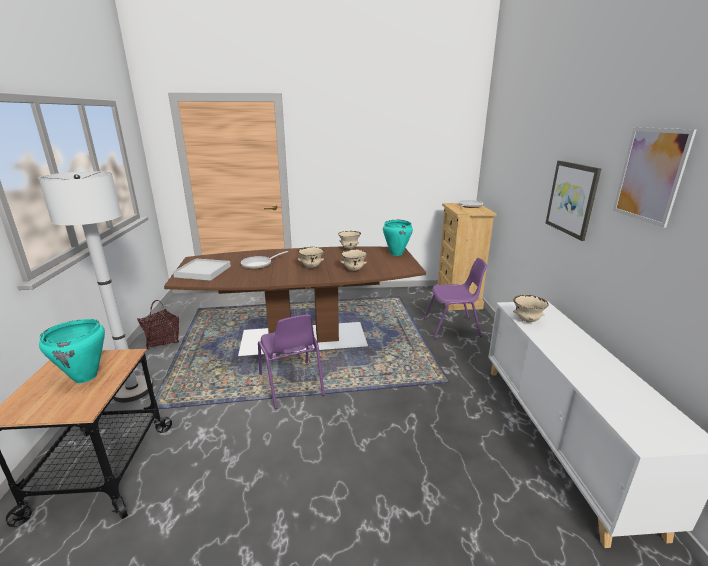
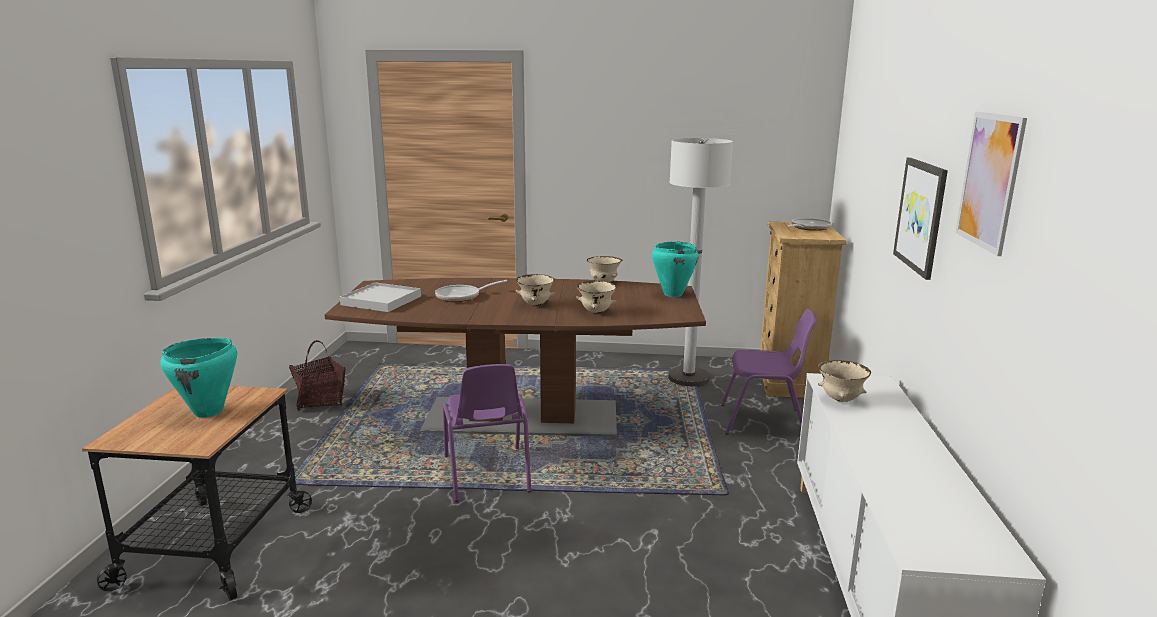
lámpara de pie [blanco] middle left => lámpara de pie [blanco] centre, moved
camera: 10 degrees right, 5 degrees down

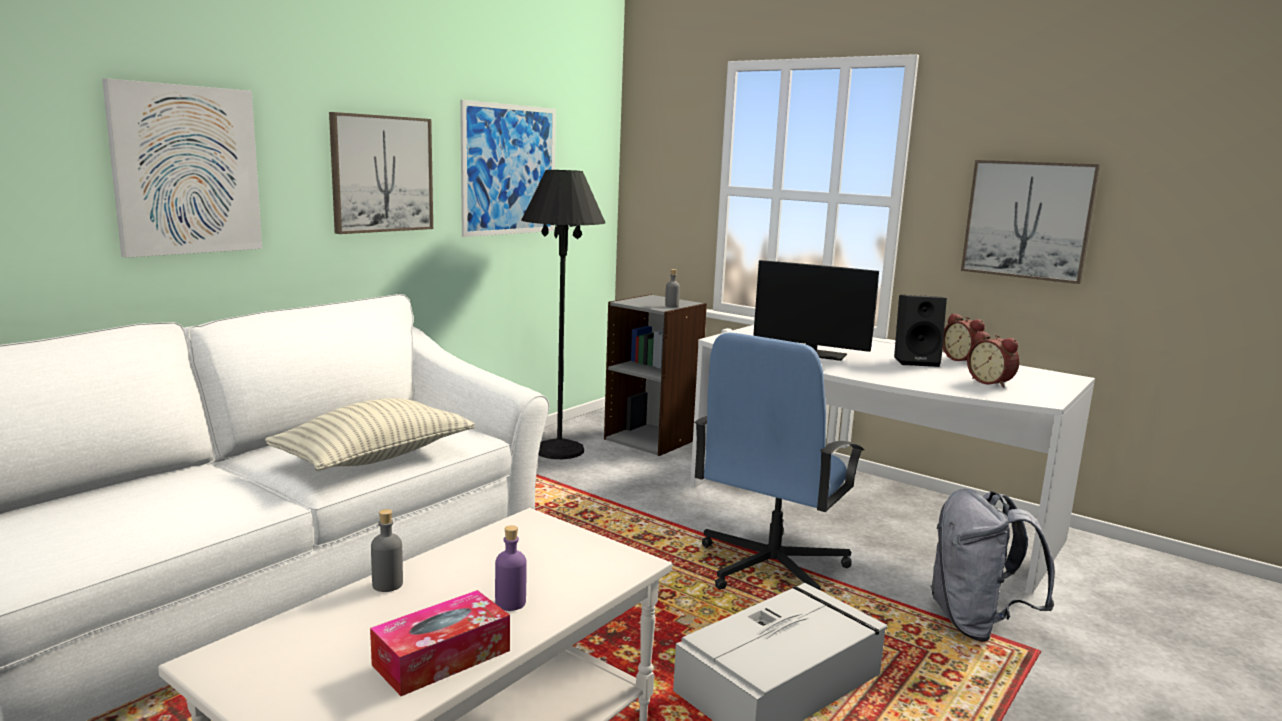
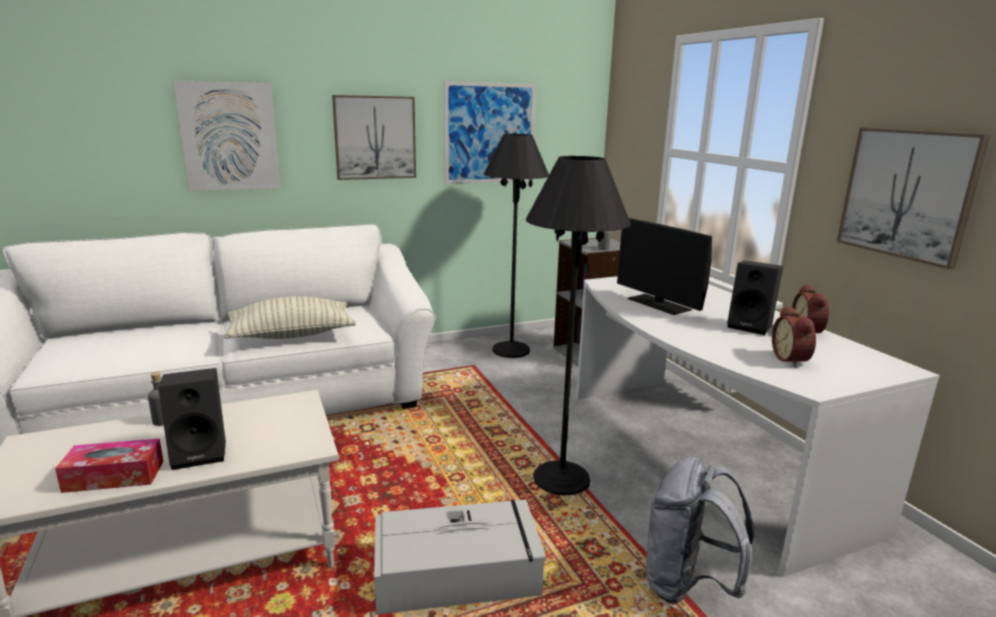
botella [morado] bottom centre => altavoz [negro] (1st from left) bottom left
silla de oficina [azul] centre => lámpara de pie [negro] (2nd from left) centre
camera: 30 degrees right, 5 degrees up

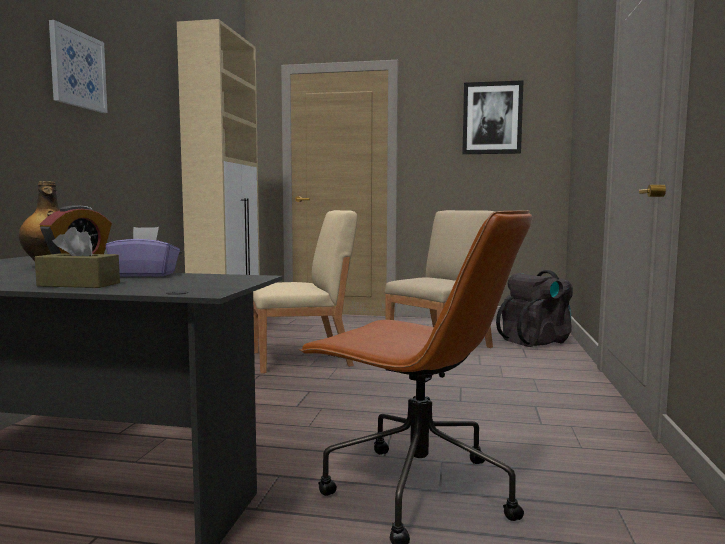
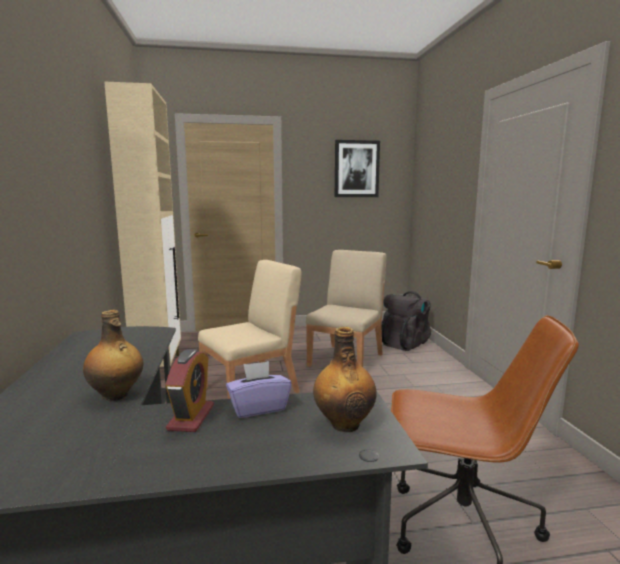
nothing => botella (2nd from left) bottom centre
caja de pañuelos [marrón] middle left => nothing
cuadro (1st from left) top left => nothing
camera: 20 degrees left, 5 degrees up

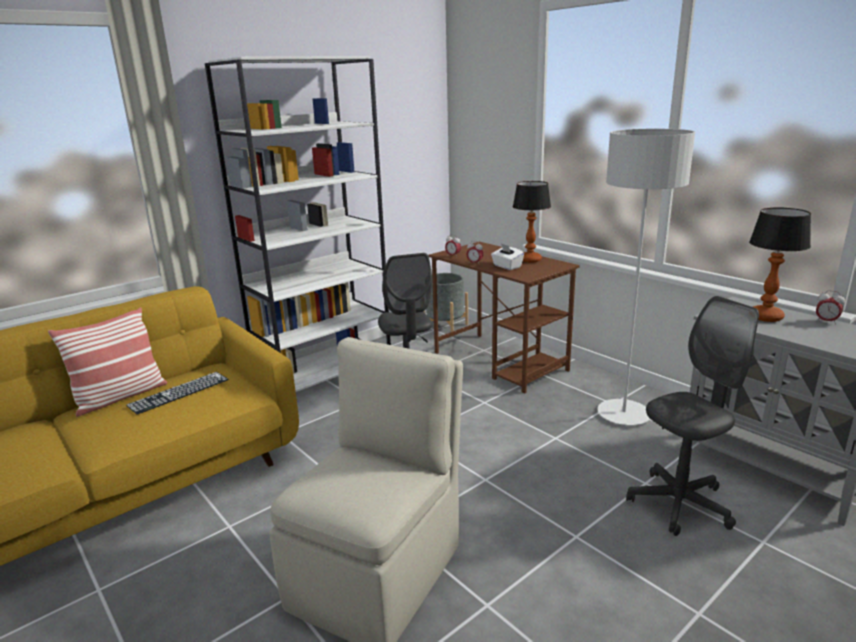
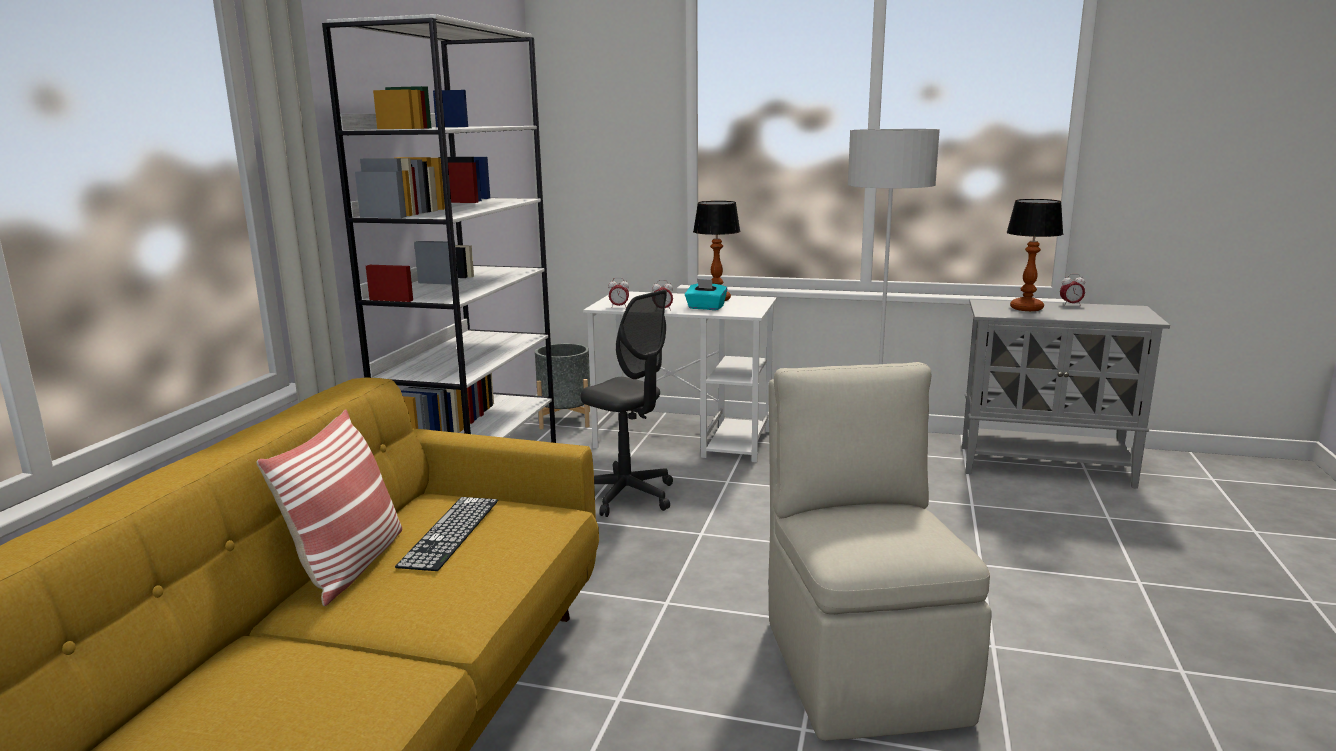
escritorio [marrón] centre => escritorio [blanco] centre
caja de pañuelos [blanco] centre => caja de pañuelos [turquesa] centre
silla de oficina [gris] (2nd from left) middle right => nothing
camera: 35 degrees left, 5 degrees down

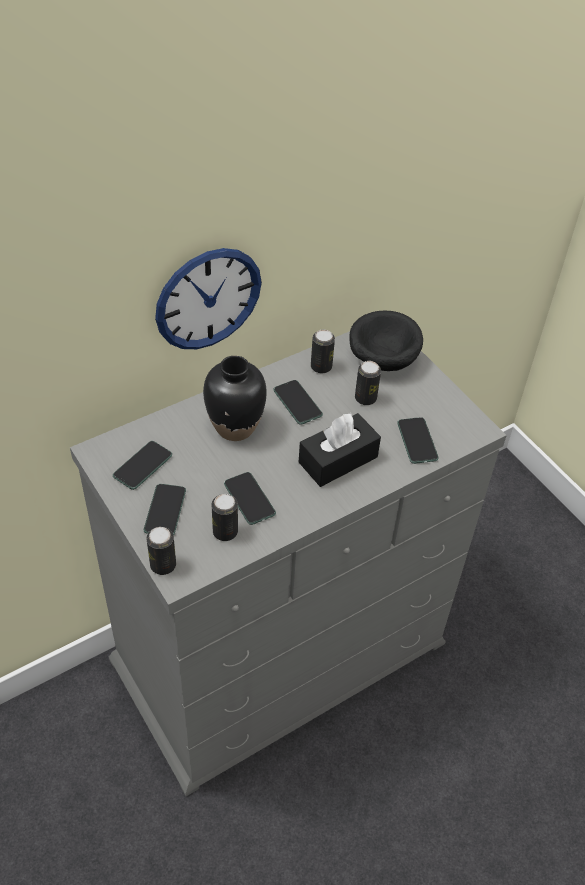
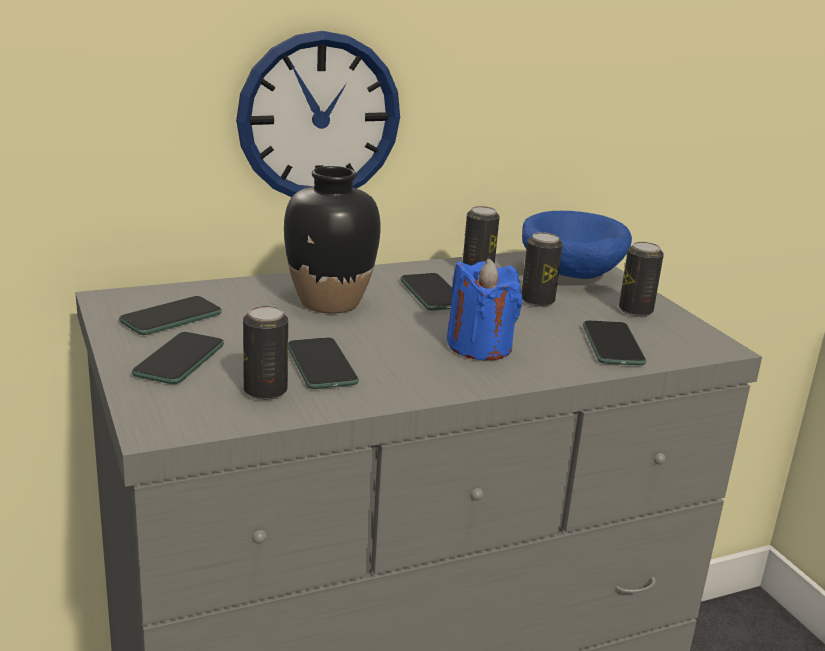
caja de pañuelos [negro] centre => vela [azul] centre
cuenco [negro] centre => cuenco [azul] middle right
lata (1st from left in the first image) middle left => lata (4th from left) middle right, moved
camera: 10 degrees right, 25 degrees down

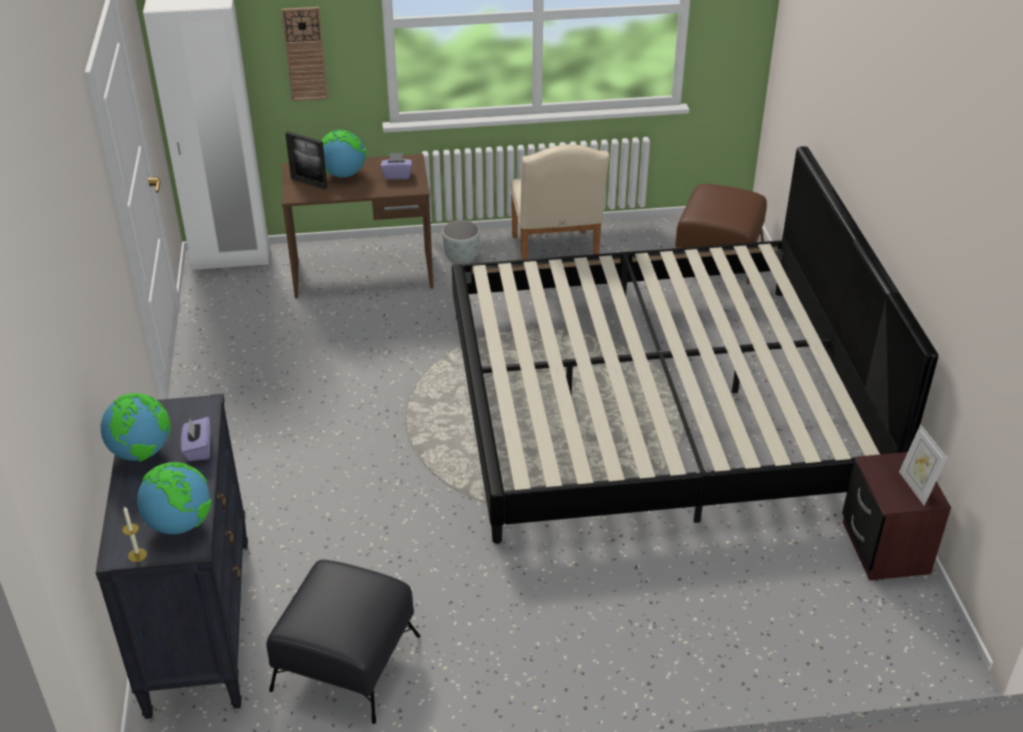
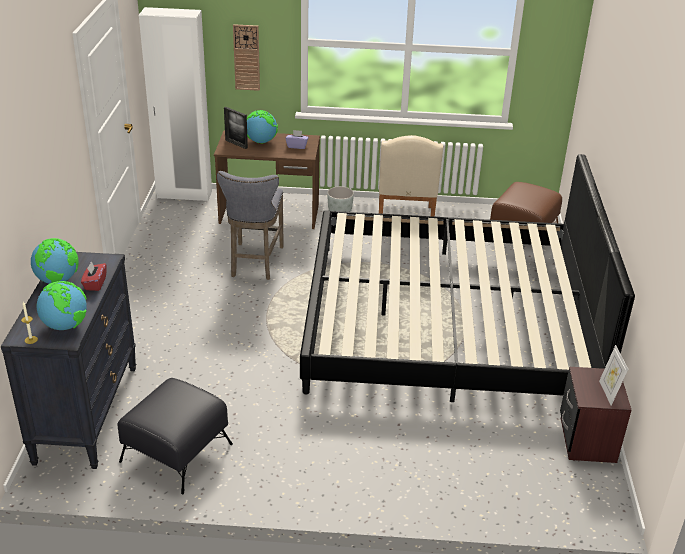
caja de pañuelos [morado] (1st from left) middle left => caja de pañuelos [rojo] middle left
nothing => taburete [gris] centre
camera: 10 degrees right, 5 degrees down

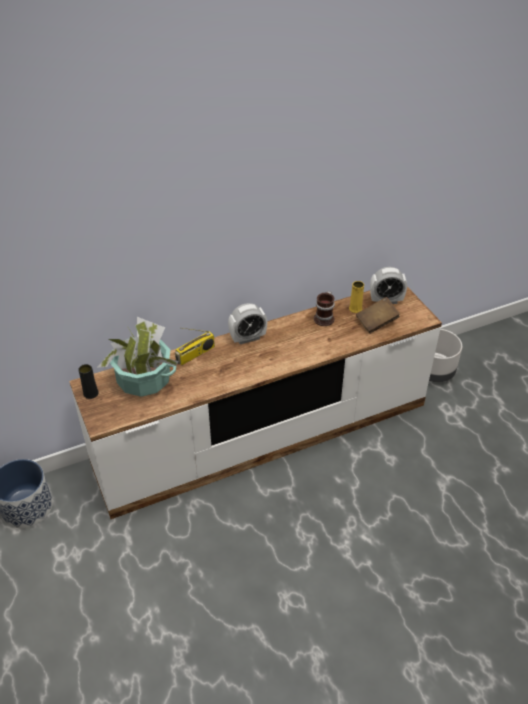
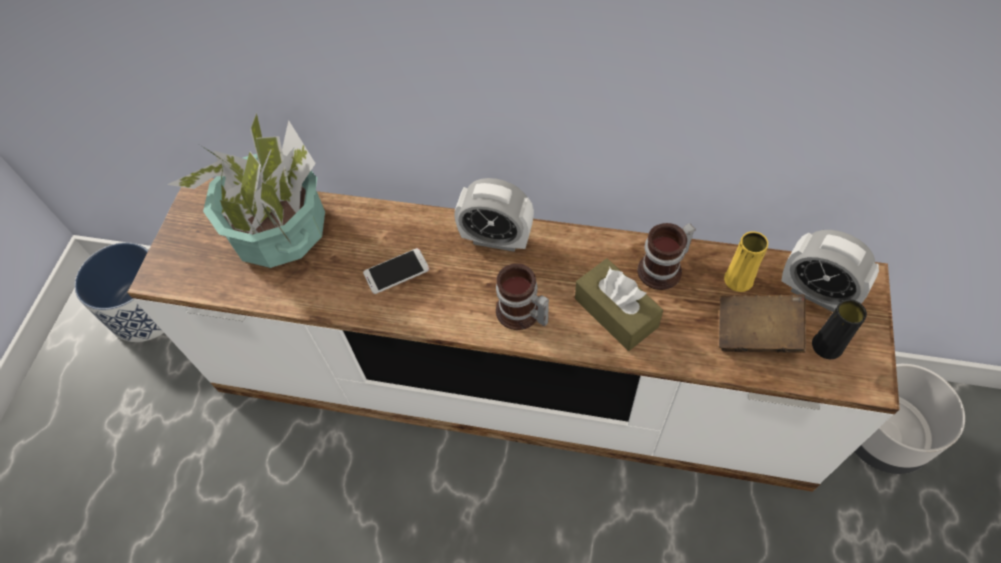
nothing => móvil centre
nothing => taza grande (1st from left) centre
nothing => caja de pañuelos [marrón] centre
florero [negro] middle left => florero [negro] middle right, moved
radio centre => nothing
camera: 40 degrees right, 15 degrees up

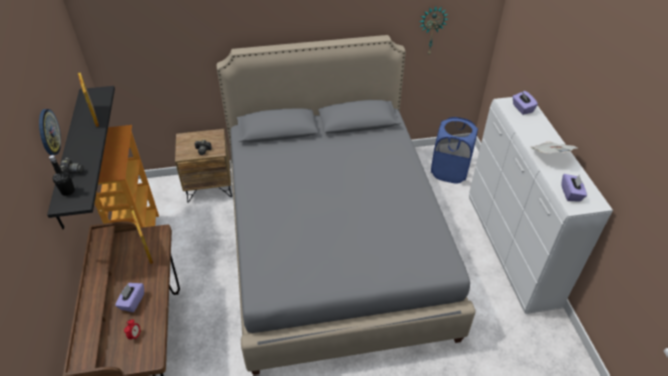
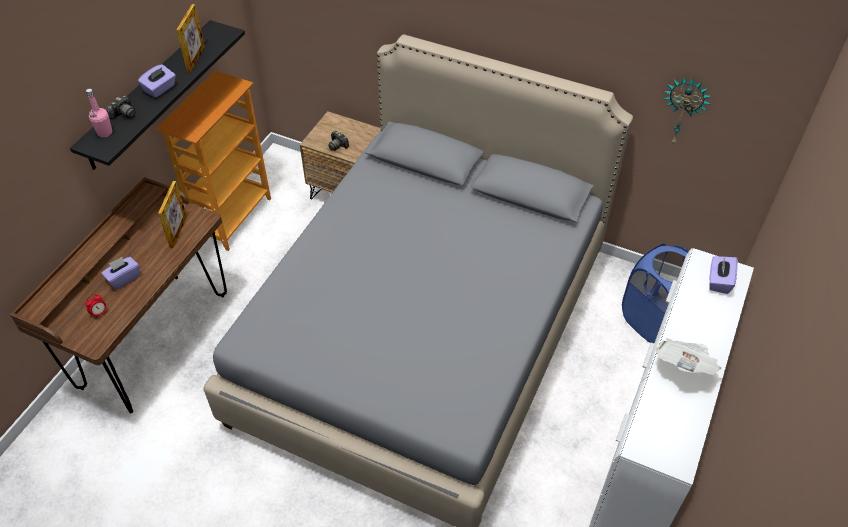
botella [negro] middle left => botella [rosa] top left
caja de pañuelos [morado] (3rd from left in the first image) middle right => caja de pañuelos [morado] (2nd from left) top left, moved
reloj de pared (1st from left) middle left => nothing
camera: 35 degrees right, 5 degrees up

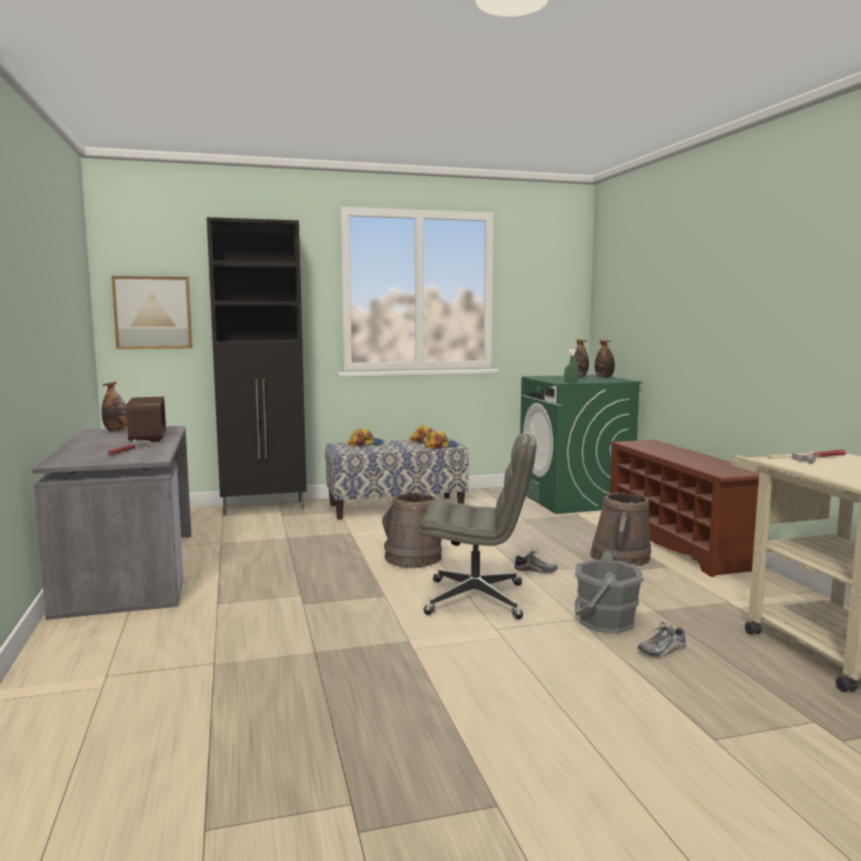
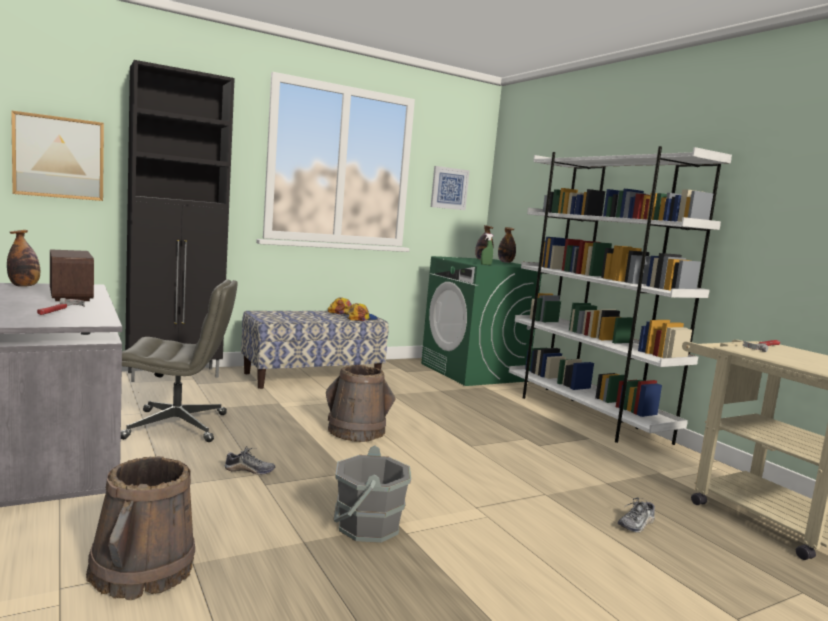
cubo [marrón] (2nd from left in the first image) middle right => cubo [marrón] (1st from left) bottom left, moved
silla de oficina [gris] centre => silla de oficina [gris] middle left, moved
zapato (1st from left) centre => zapato (1st from left) bottom left, moved
cubo [gris] bottom right => cubo [gris] bottom centre, moved
nothing => cuadro (2nd from left) top centre
zapatero [marrón] middle right => estantería [blanco] middle right
gorra (1st from left) centre => nothing
camera: 15 degrees left, 0 degrees up

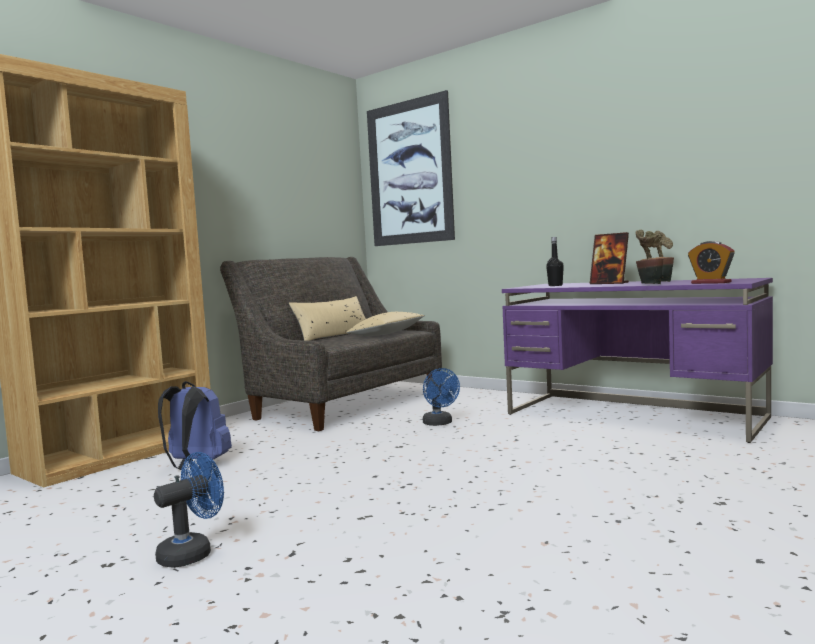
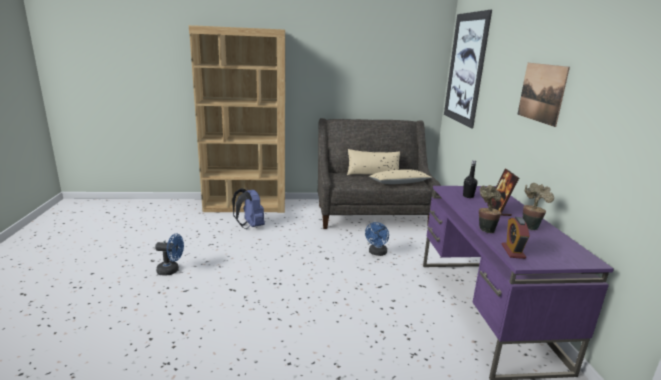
nothing => cuadro (2nd from left) top right
camera: 45 degrees right, 15 degrees up

